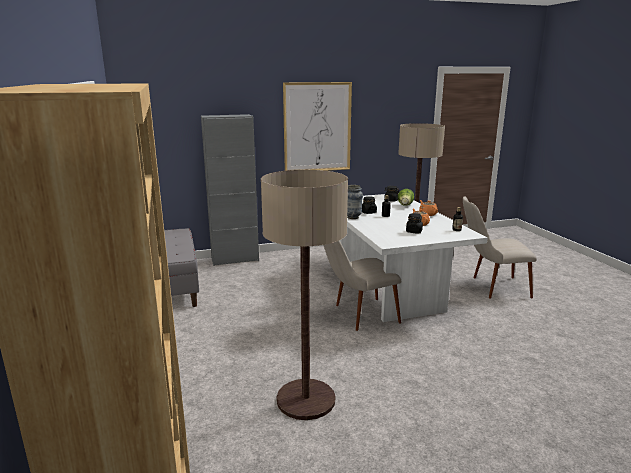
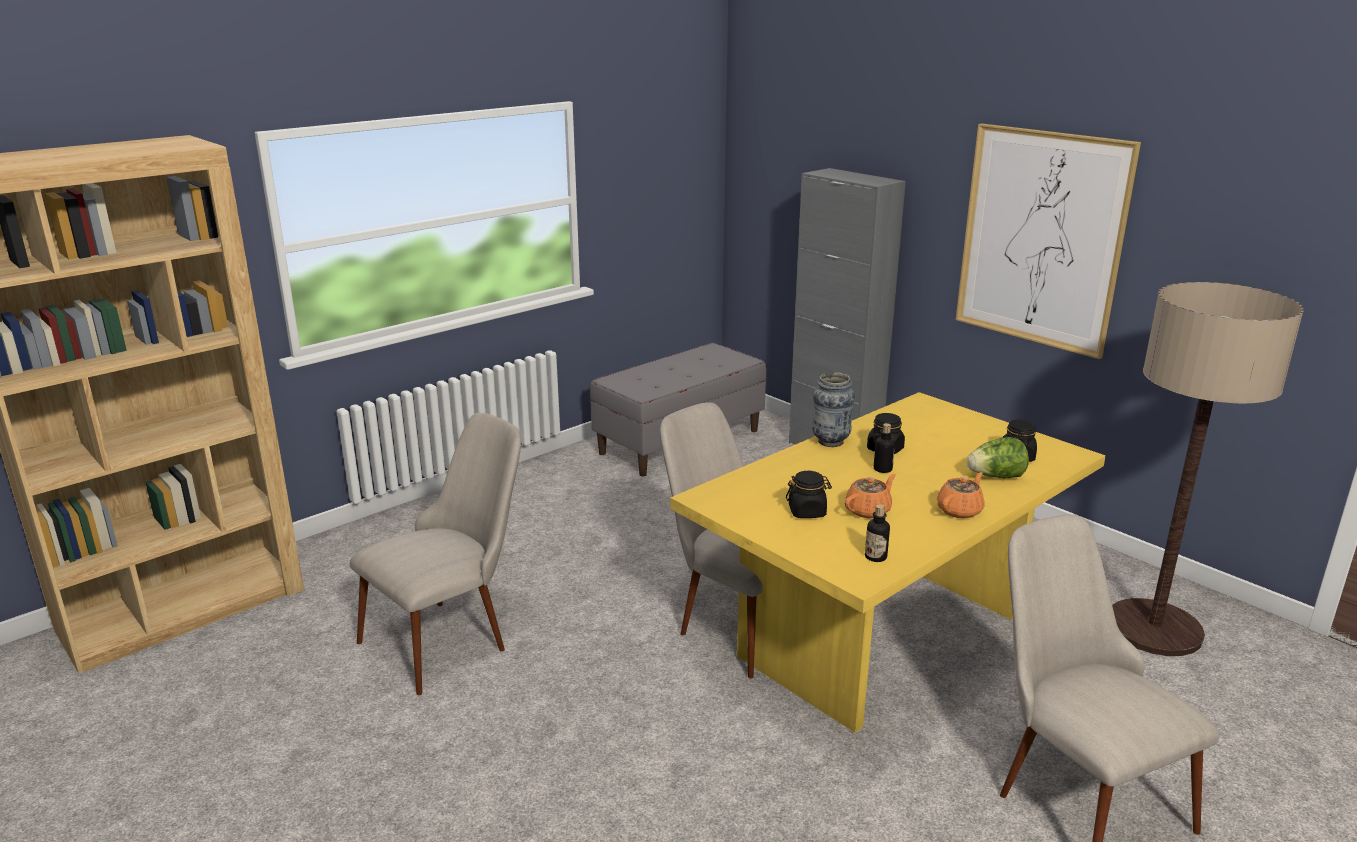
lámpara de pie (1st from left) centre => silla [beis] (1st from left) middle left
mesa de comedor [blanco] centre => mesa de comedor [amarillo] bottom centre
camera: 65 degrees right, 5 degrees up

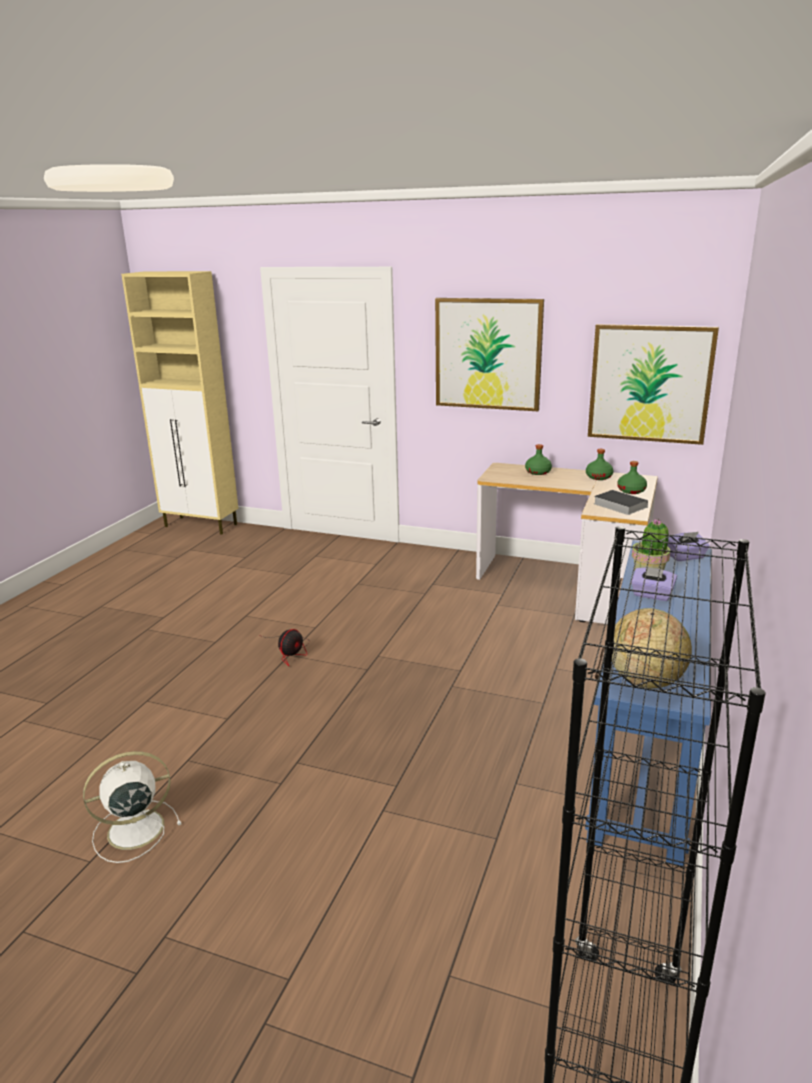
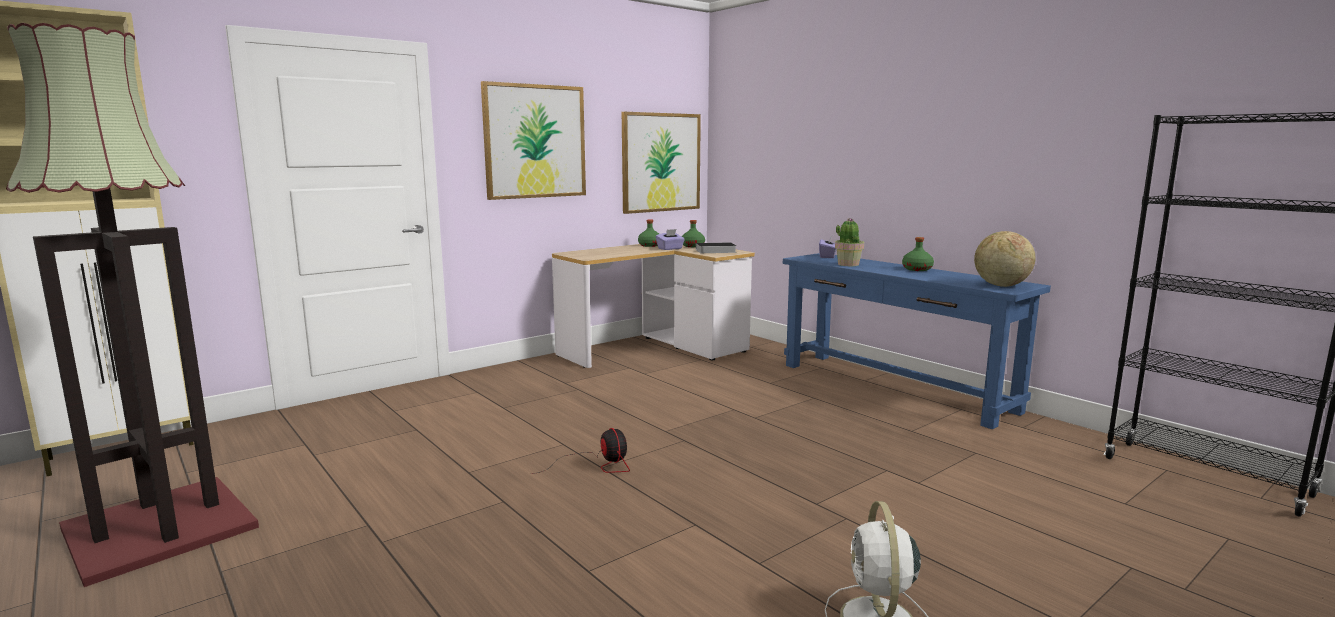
nothing => lámpara de pie middle left
caja de pañuelos [morado] (1st from left) middle right => caja de pañuelos [morado] (1st from left) centre, moved
botella [verde] (1st from left in the first image) centre => botella [verde] (3rd from left) middle right, moved
camera: 60 degrees left, 10 degrees down

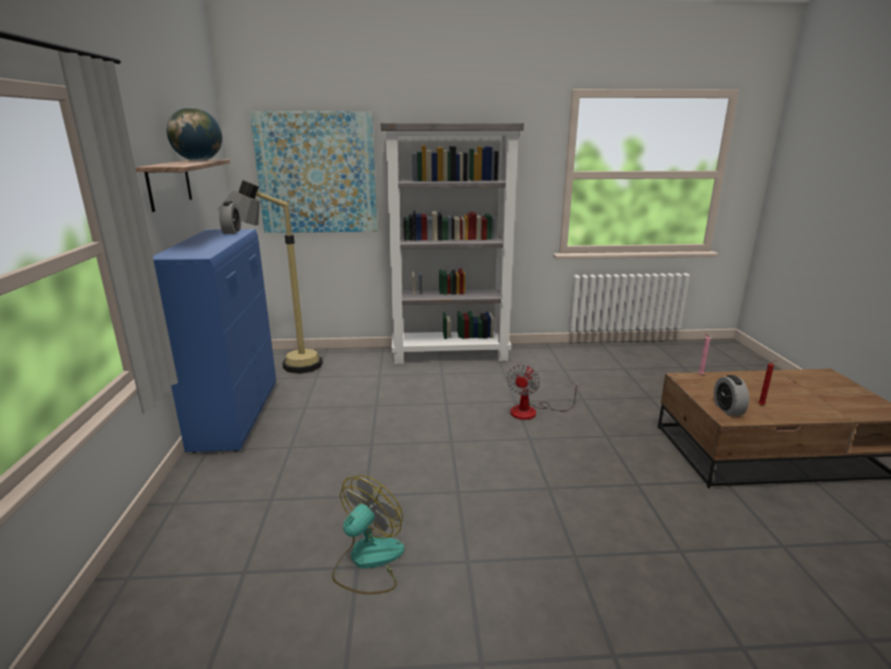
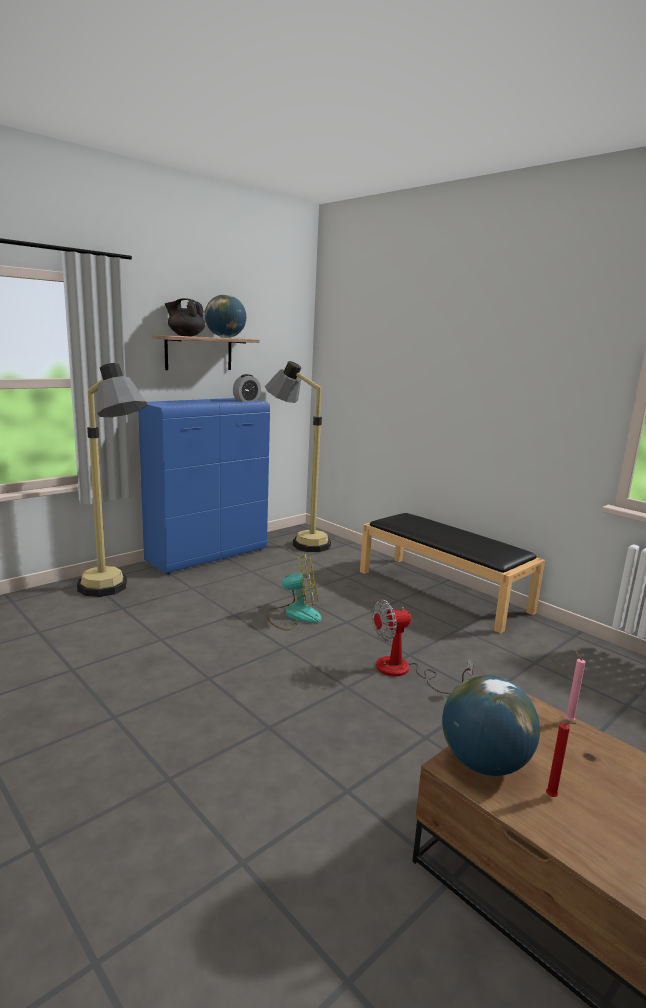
nothing => lámpara de pie (1st from left) middle left
nothing => tetera [negro] top left
ventilador (1st from left) bottom centre => ventilador (1st from left) centre, moved
estantería [gris] centre => banco [negro] middle right
despertador (2nd from left) middle right => globo terráqueo (2nd from left) bottom right
cuadro top centre => nothing
camera: 50 degrees right, 5 degrees down

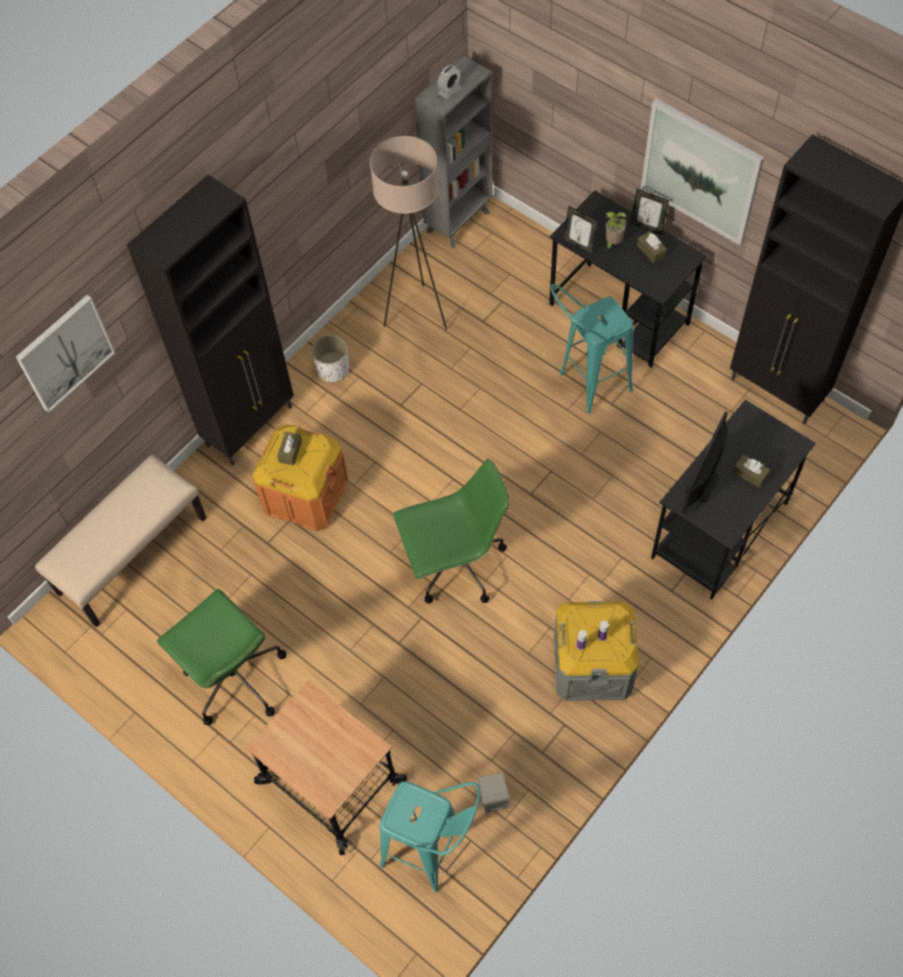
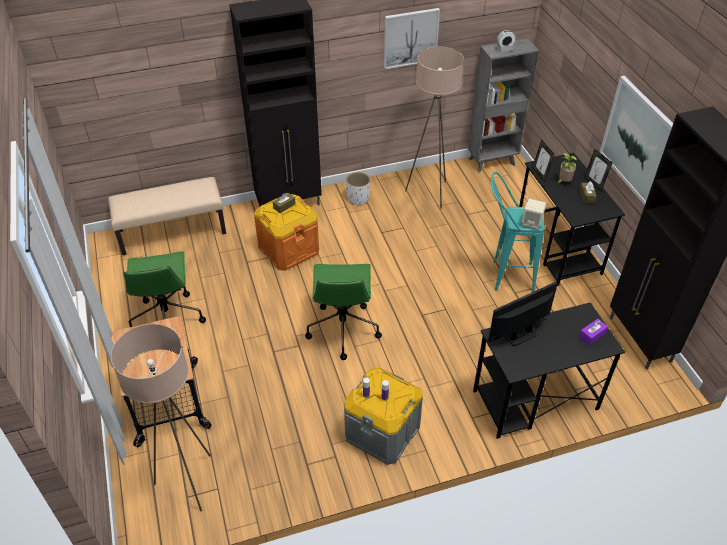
taburete [turquesa] (1st from left) bottom centre => lámpara de pie [beis] (1st from left) bottom left
silla de oficina [verde] (2nd from left) centre, 75 degrees clockwise
cuadro (1st from left) middle left => cuadro (1st from left) top centre, moved
altavoz [beis] bottom centre => altavoz [beis] middle right, moved
nothing => caja de pañuelos [morado] middle right
caja de pañuelos [marrón] (3rd from left) middle right => nothing
camera: 30 degrees right, 15 degrees down

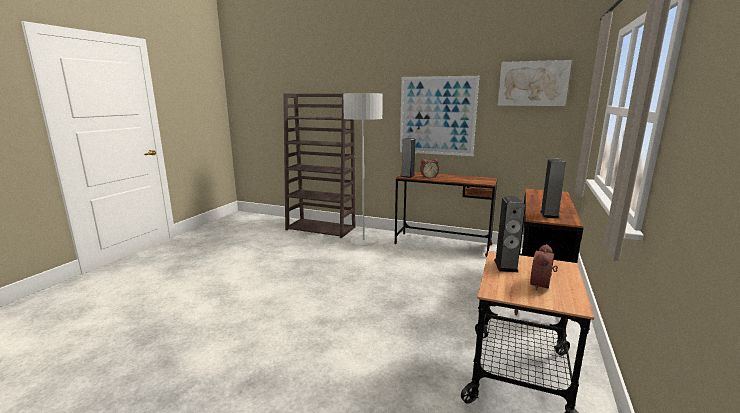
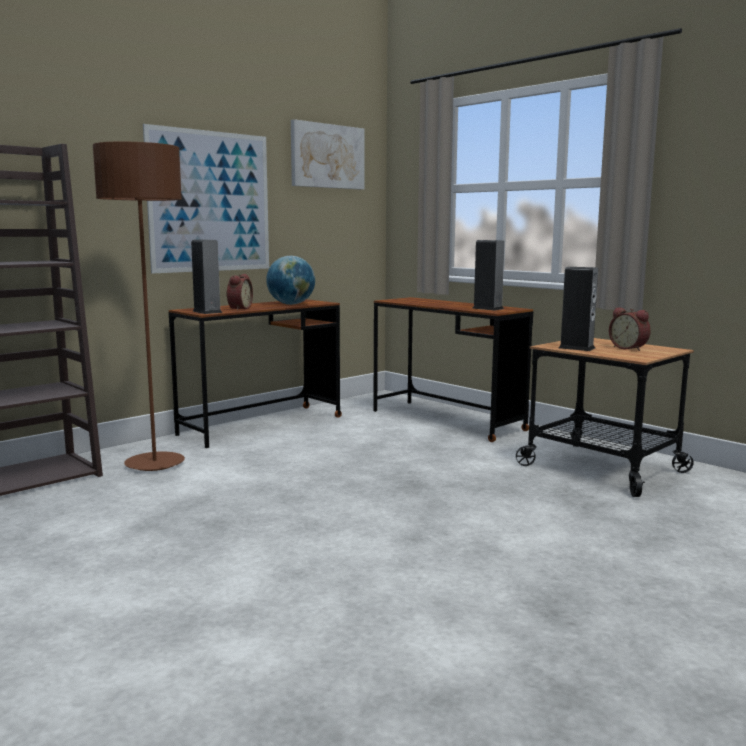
lámpara de pie [gris] centre => lámpara de pie [marrón] middle left
nothing => globo terráqueo centre
camera: 65 degrees left, 5 degrees down

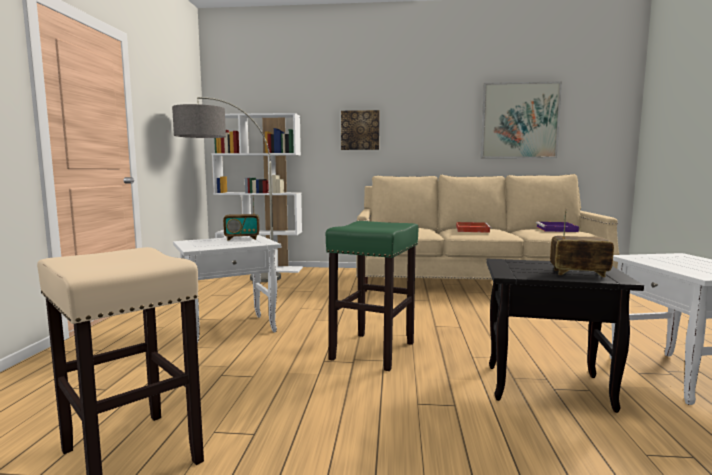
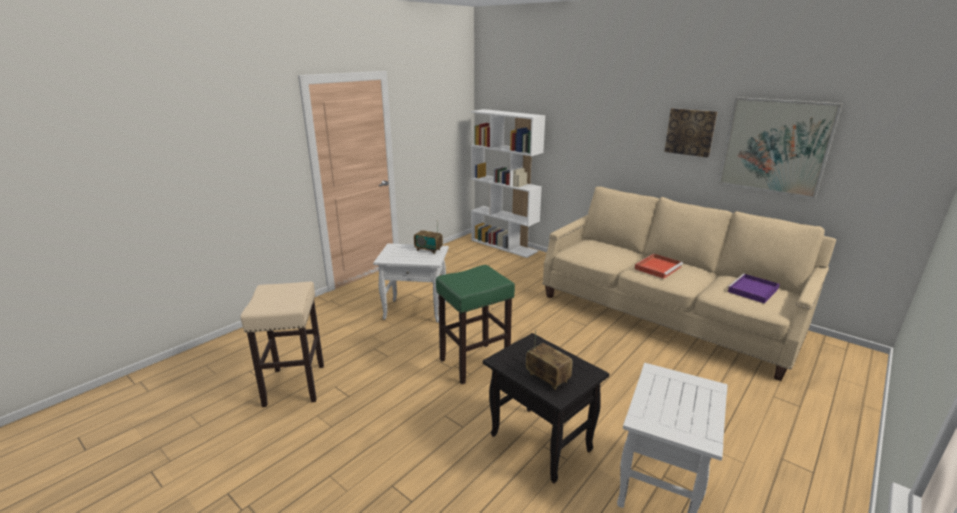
cuadro (1st from left) top centre => cuadro (1st from left) top right, moved
lámpara de pie middle left => nothing
camera: 35 degrees right, 15 degrees up

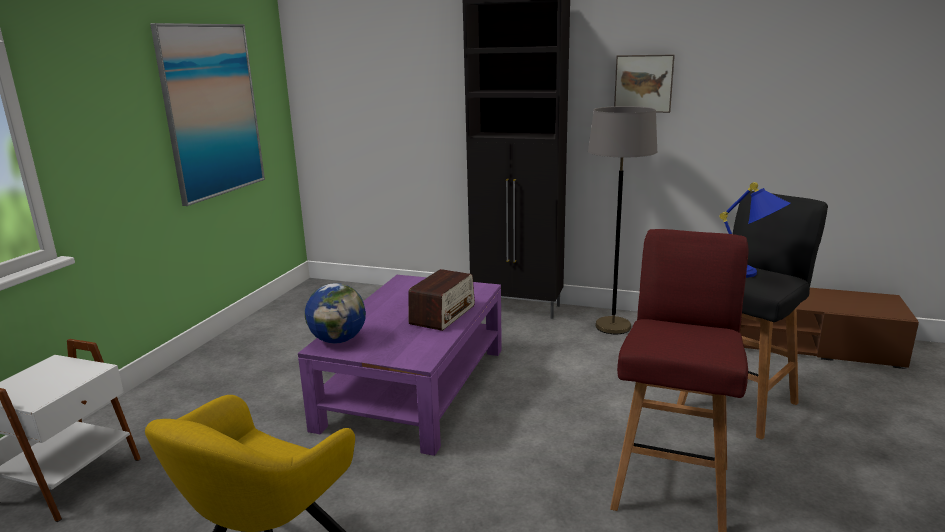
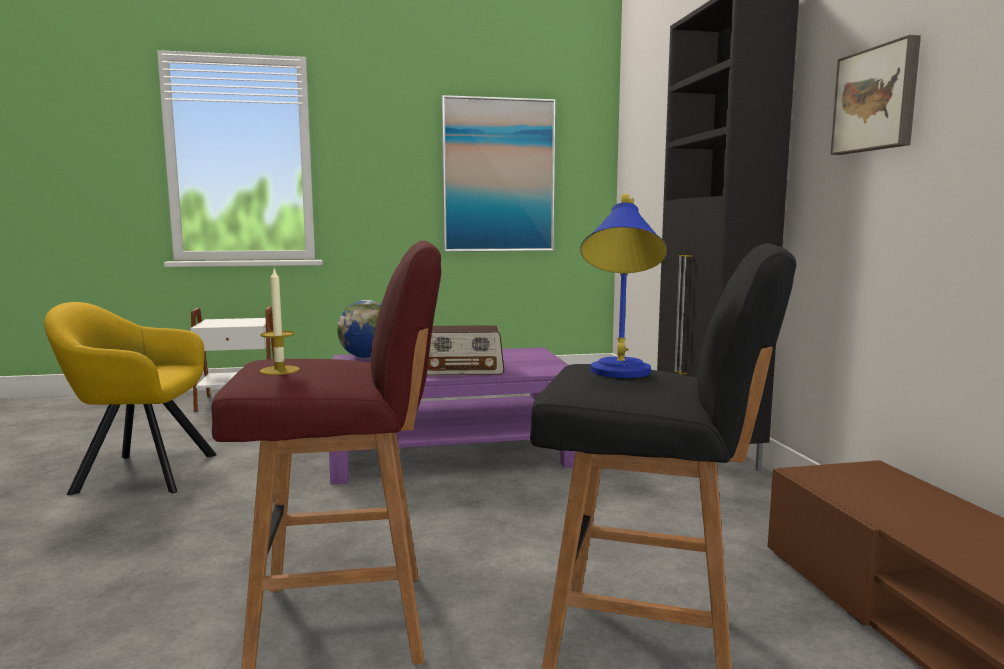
nothing => vela middle left
lámpara de pie [gris] centre => nothing
camera: 60 degrees right, 10 degrees down

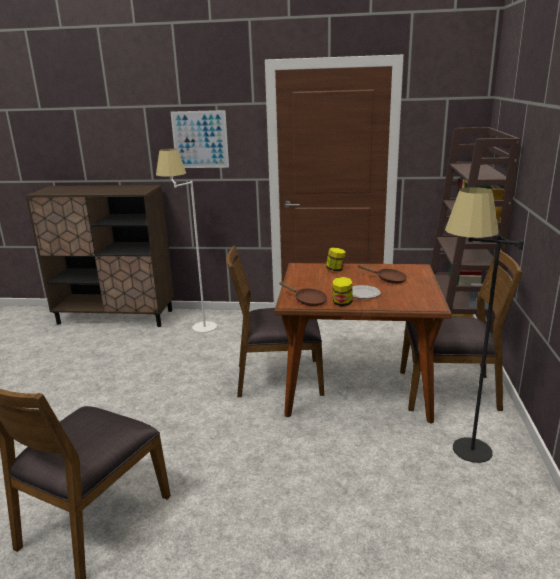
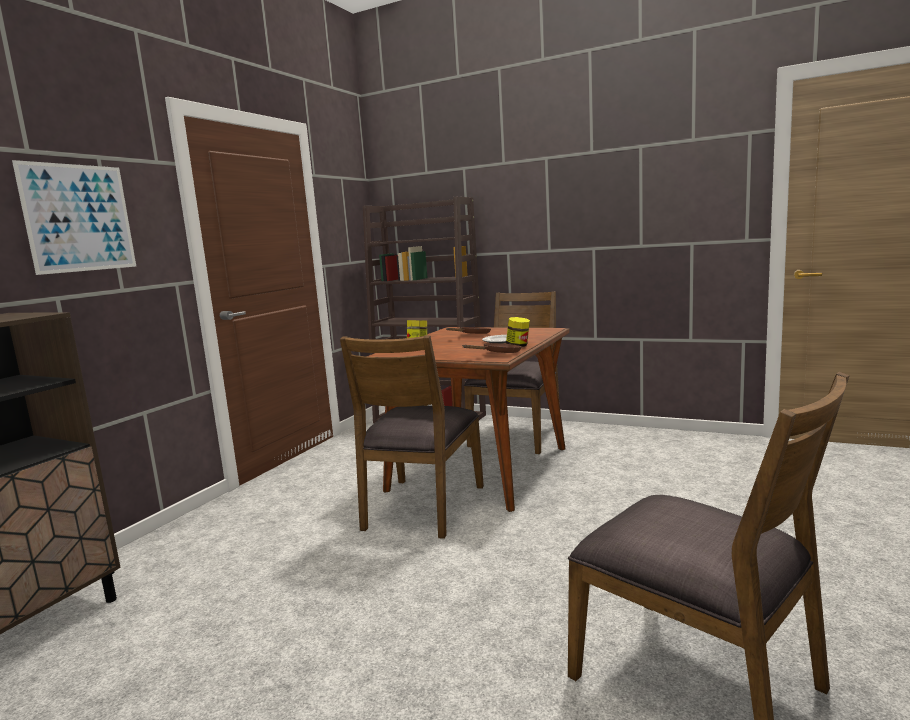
lámpara de pie [blanco] middle left => nothing
lámpara de pie [negro] middle right => nothing
camera: 70 degrees left, 10 degrees down

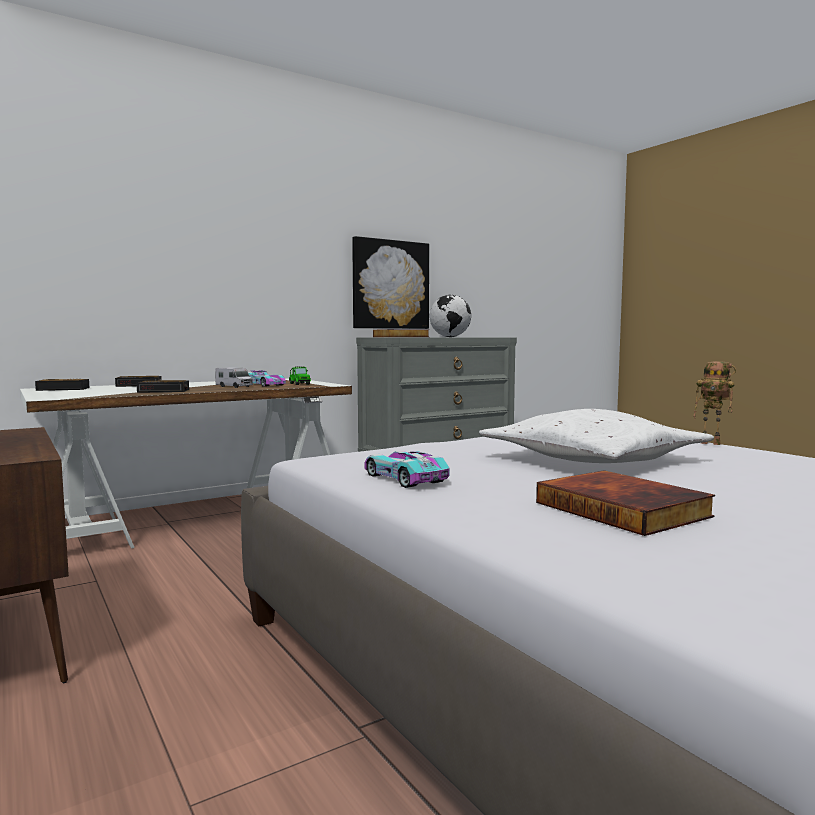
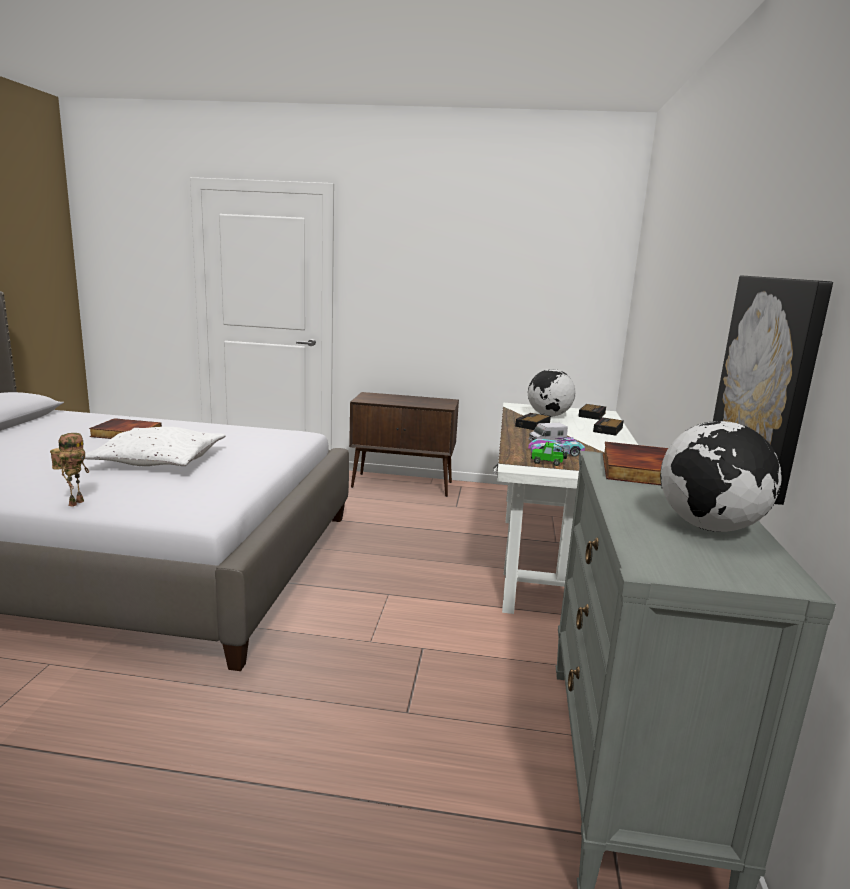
robot de juguete middle right => robot de juguete middle left, 120 degrees clockwise
nothing => globo terráqueo (1st from left) centre
coche de juguete (3rd from left) centre => nothing
camera: 130 degrees right, 10 degrees up

